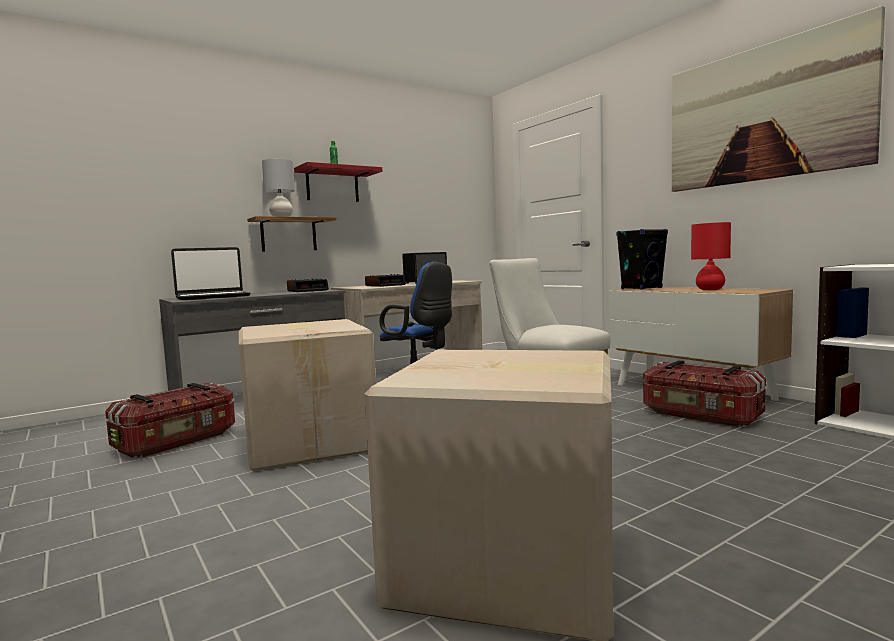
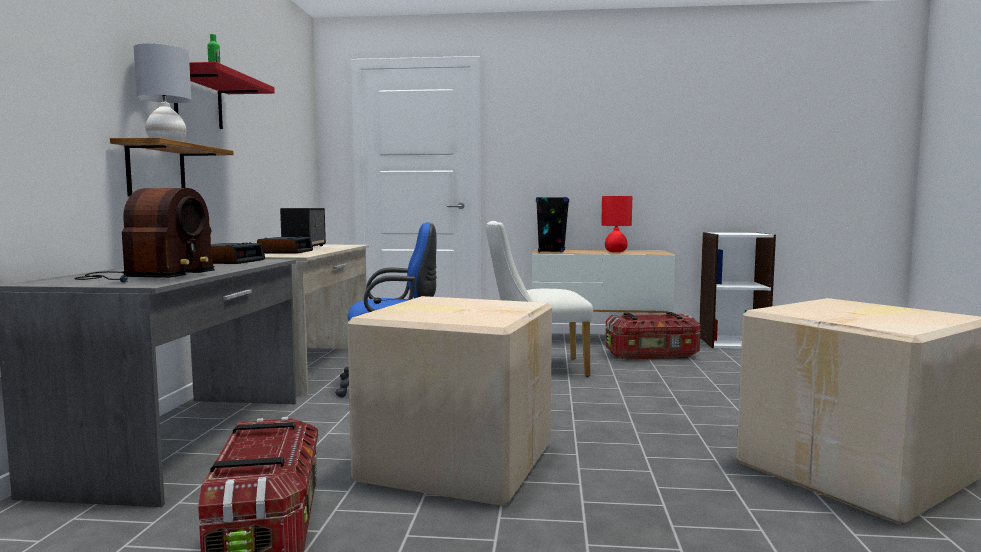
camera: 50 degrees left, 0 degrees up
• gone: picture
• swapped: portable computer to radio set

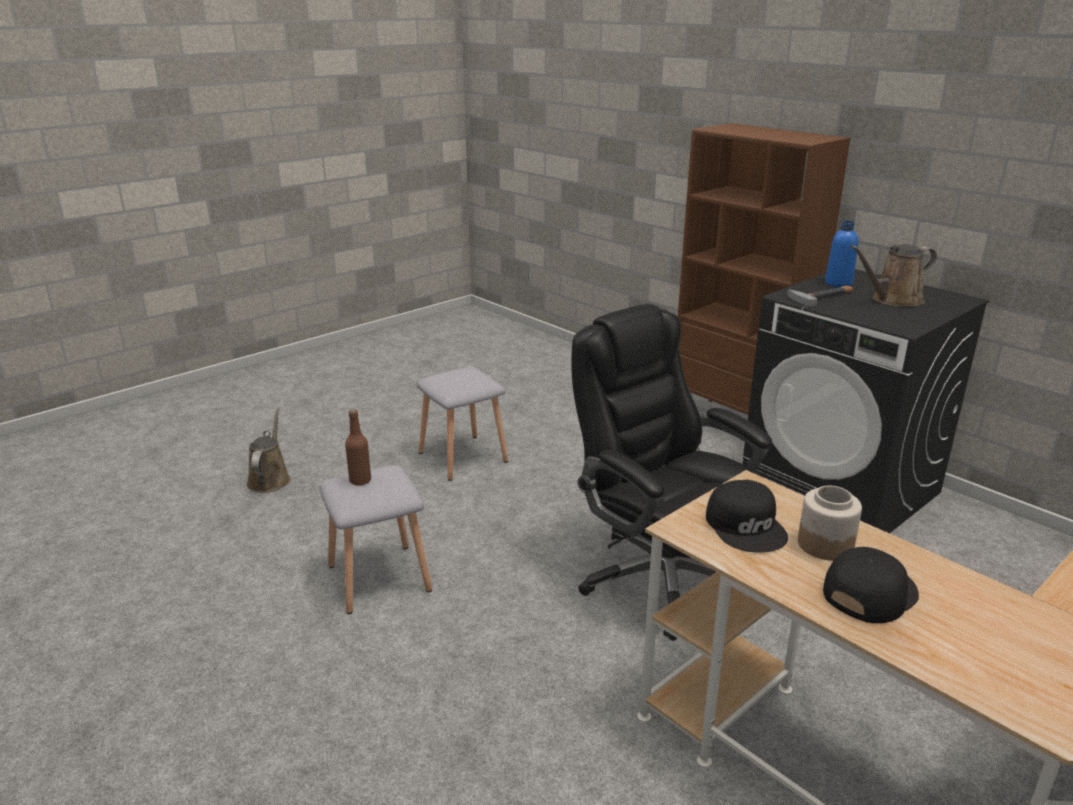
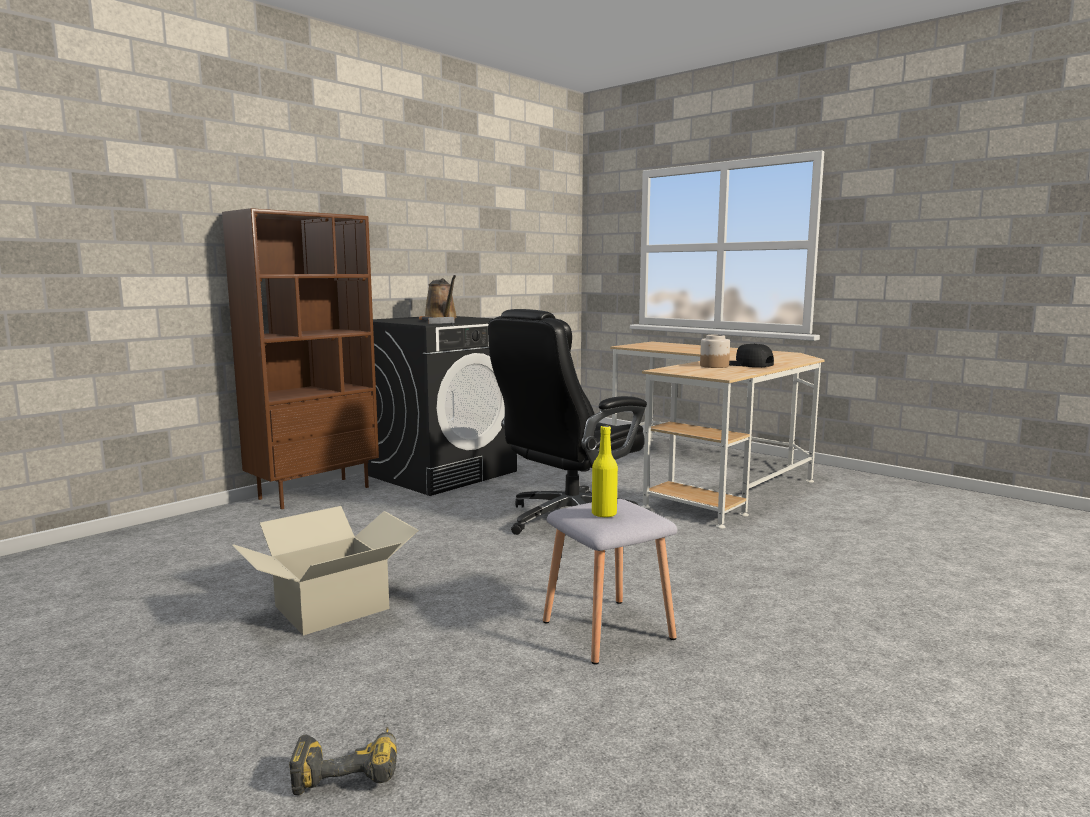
camera: 95 degrees left, 15 degrees down
• gone: blackish peaked cap (no. 1 from left)
• gone: blue-coloured drink bottle
• swapped: brown-coloured sprinkling can (no. 1 from left) to drill
• swapped: greyish stool seat (no. 2 from left) to packing box
• repainted: brown-coloured drink bottle to yellow drink bottle

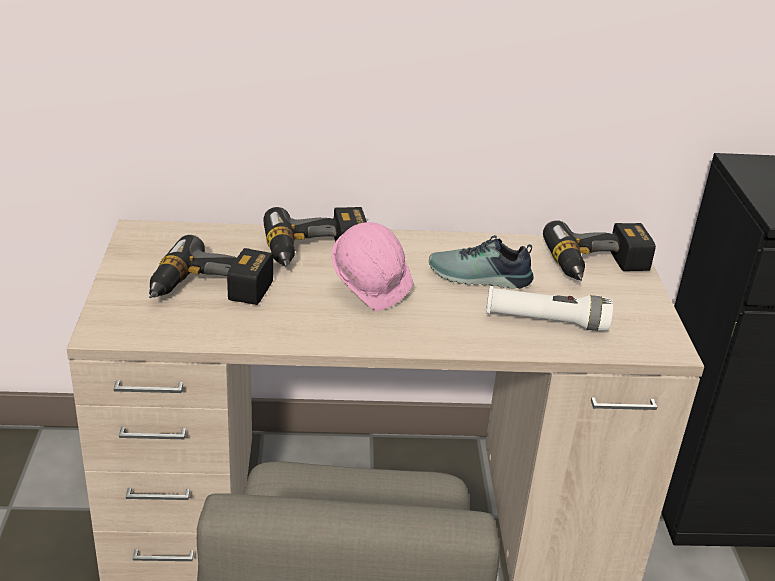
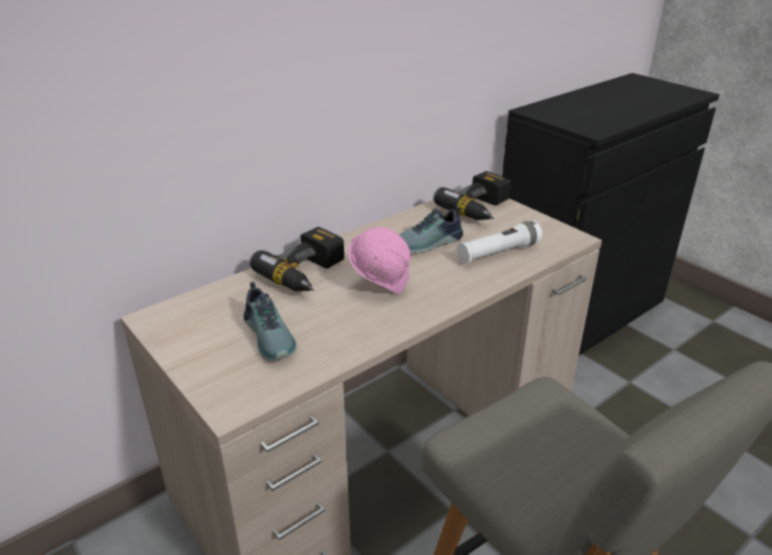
camera: 35 degrees left, 0 degrees up
• swapped: drill (no. 1 from left) to low shoe (no. 1 from left)

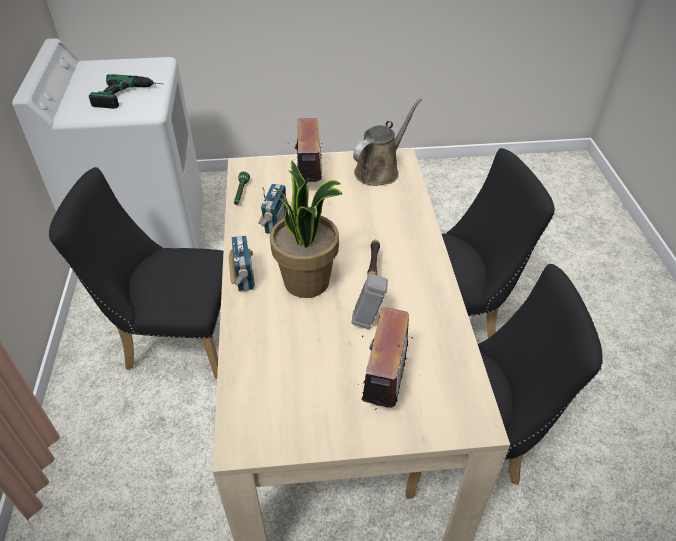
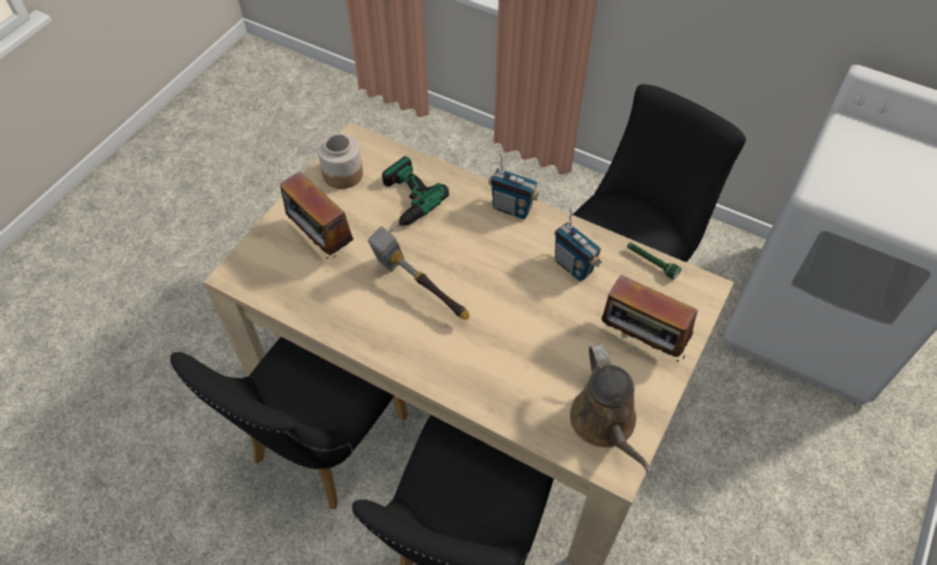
camera: 125 degrees right, 10 degrees up
• gone: plant in a pot
• new: storage jar
• shifted: drill

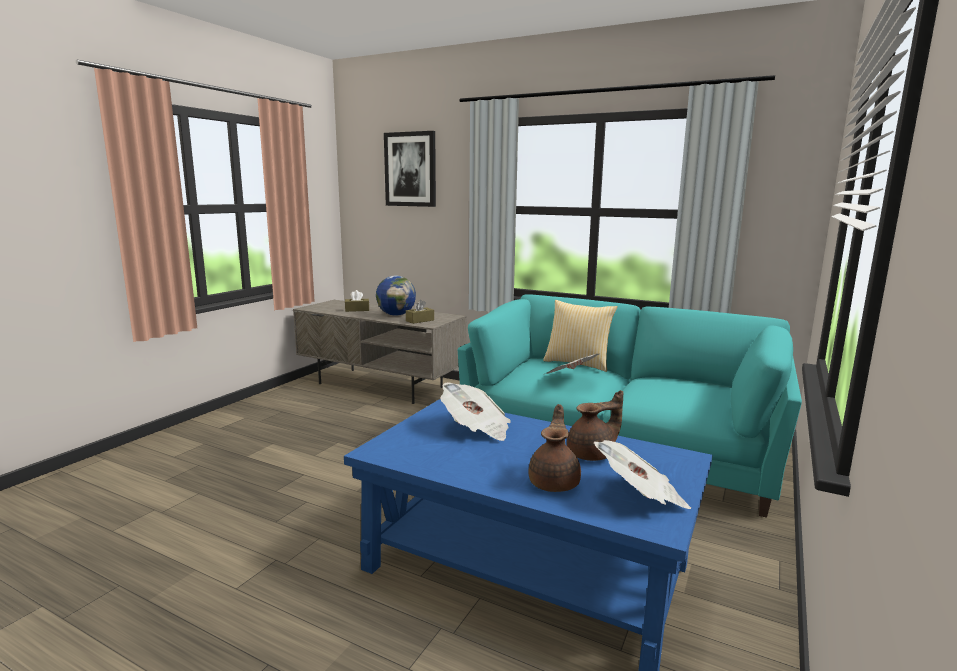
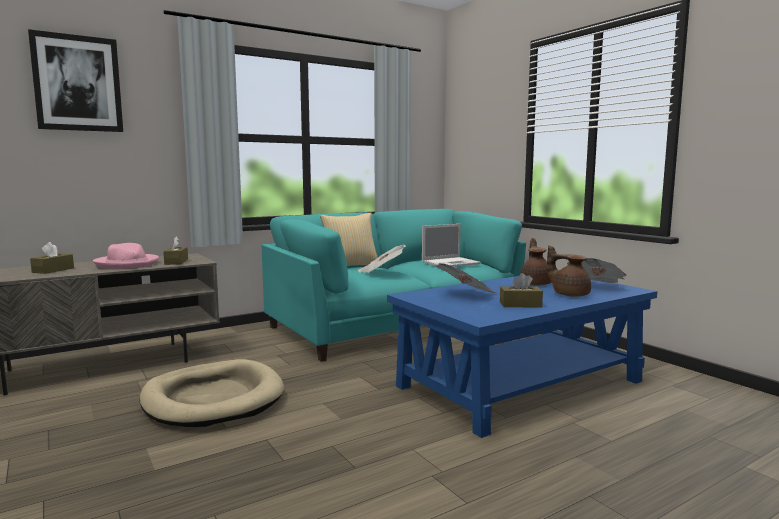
camera: 60 degrees left, 5 degrees down
• new: beige-coloured pet bed
• new: portable computer
• new: brown-coloured tissue box (no. 3 from left)
• swapped: desk globe to pink-coloured clothing hat

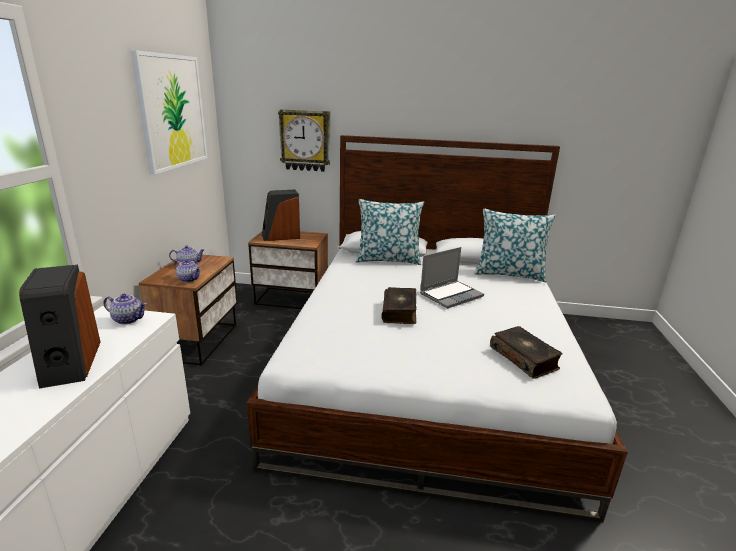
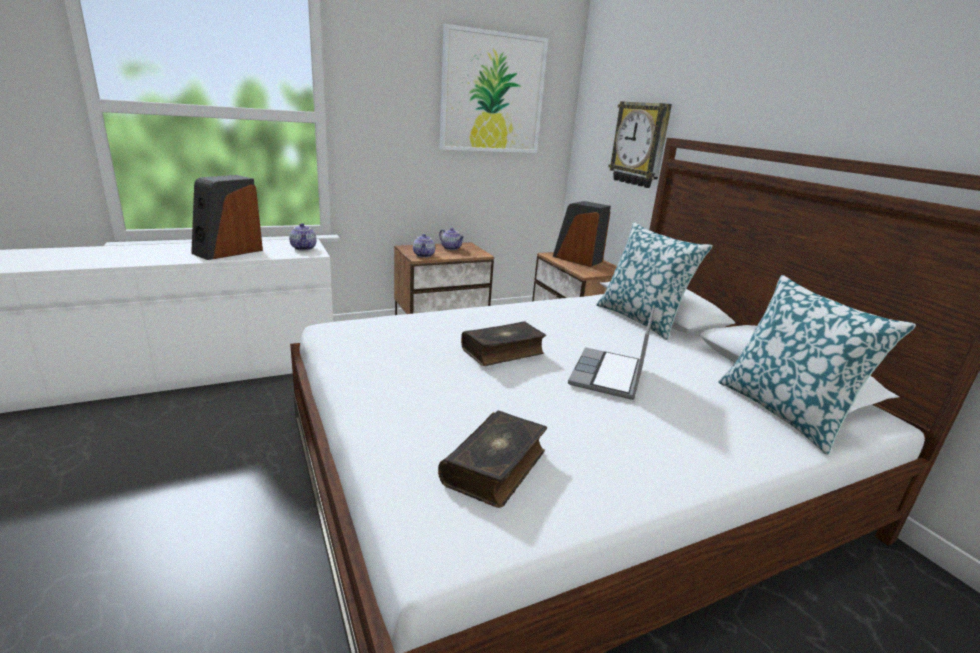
camera: 55 degrees right, 0 degrees up
• rotated: portable computer 90 degrees clockwise

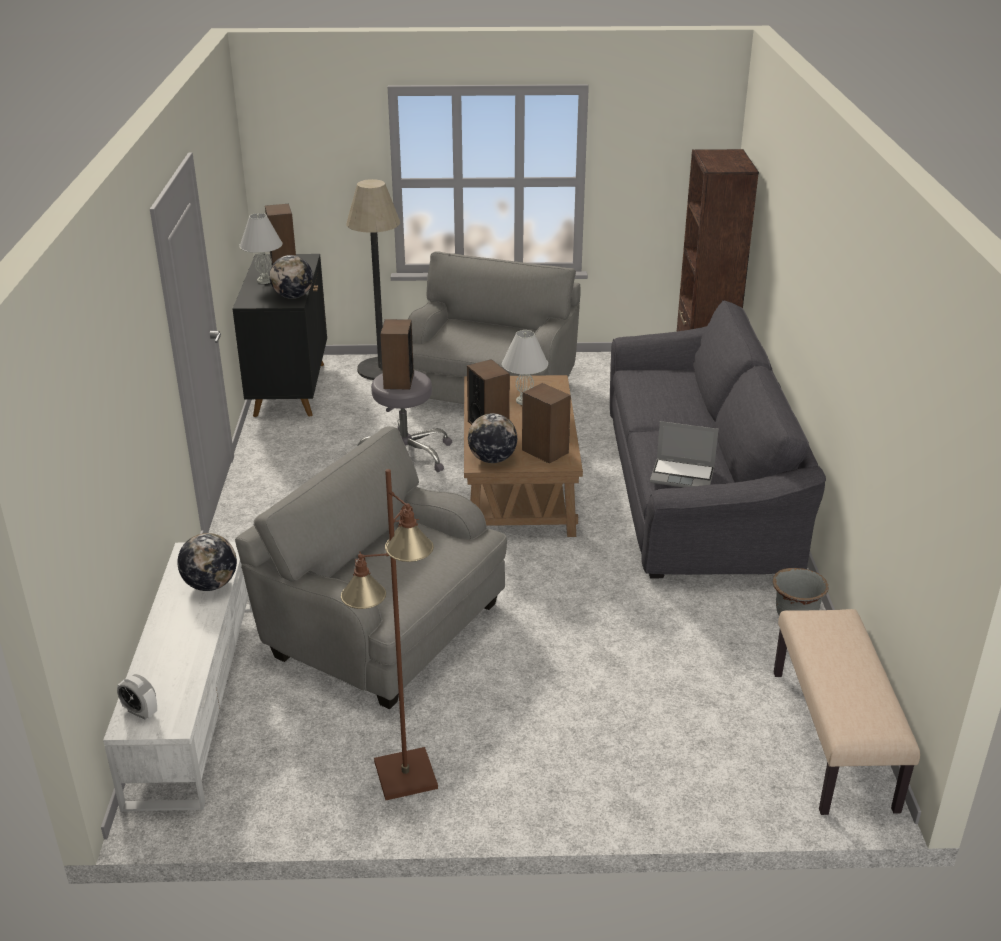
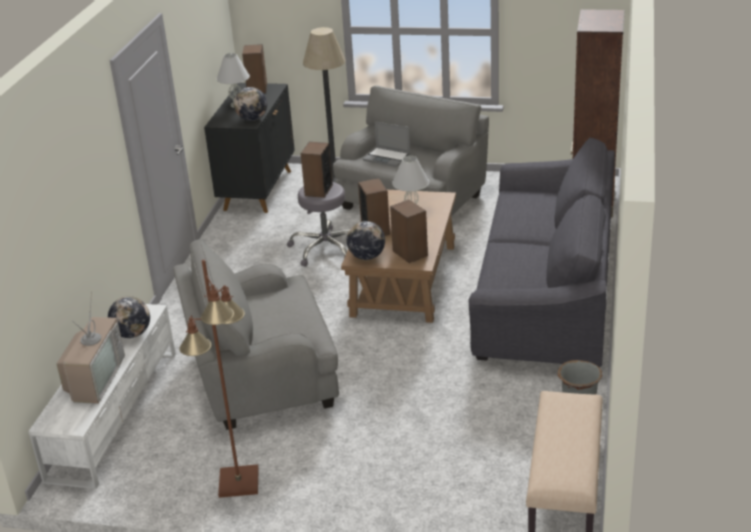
camera: 15 degrees right, 0 degrees up
• gone: alarm clock
• new: TV
• shifted: portable computer
• rotated: greyish lounge chair (no. 1 from left) 60 degrees counterclockwise

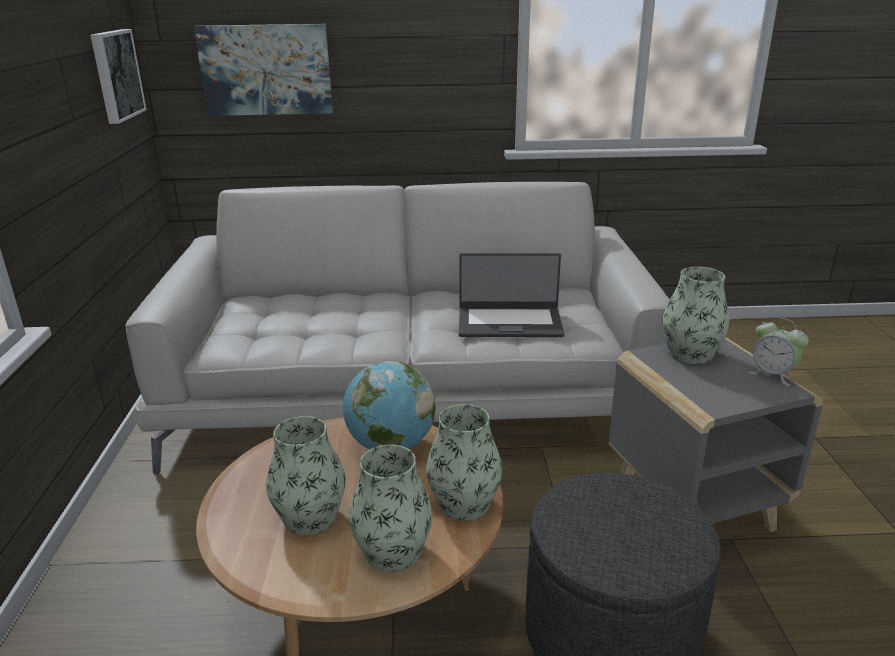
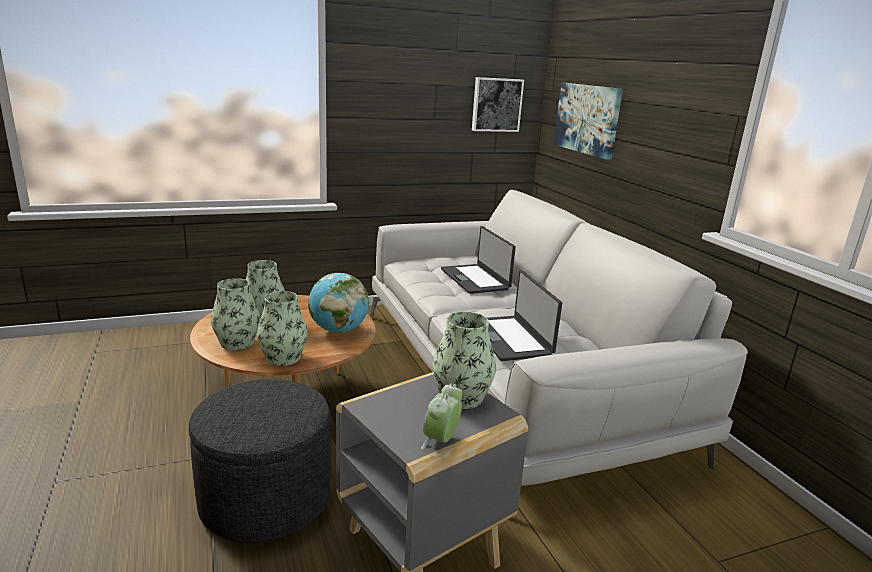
camera: 70 degrees right, 5 degrees down
• new: portable computer (no. 1 from left)

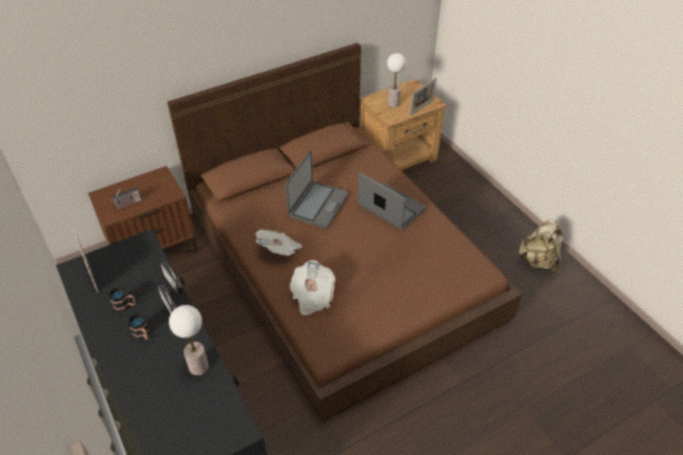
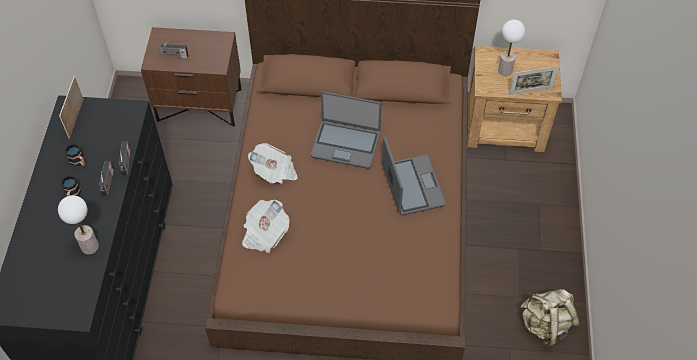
camera: 35 degrees right, 10 degrees up
• rotated: portable computer (no. 1 from left) 45 degrees clockwise

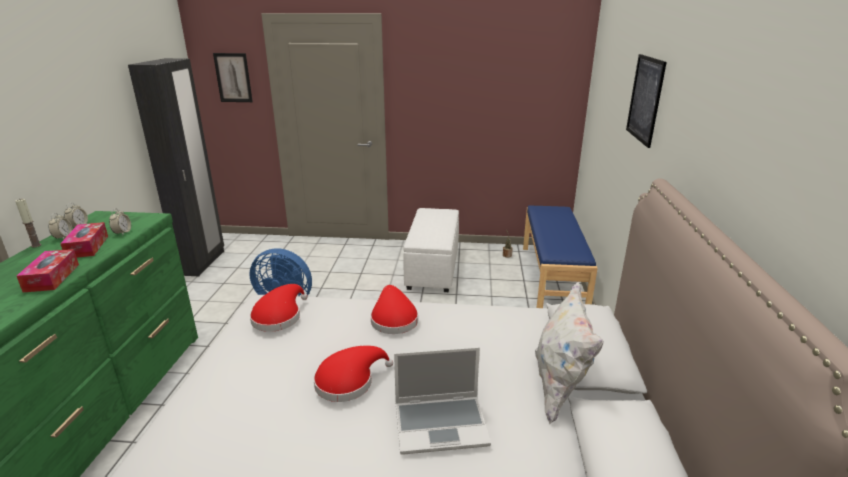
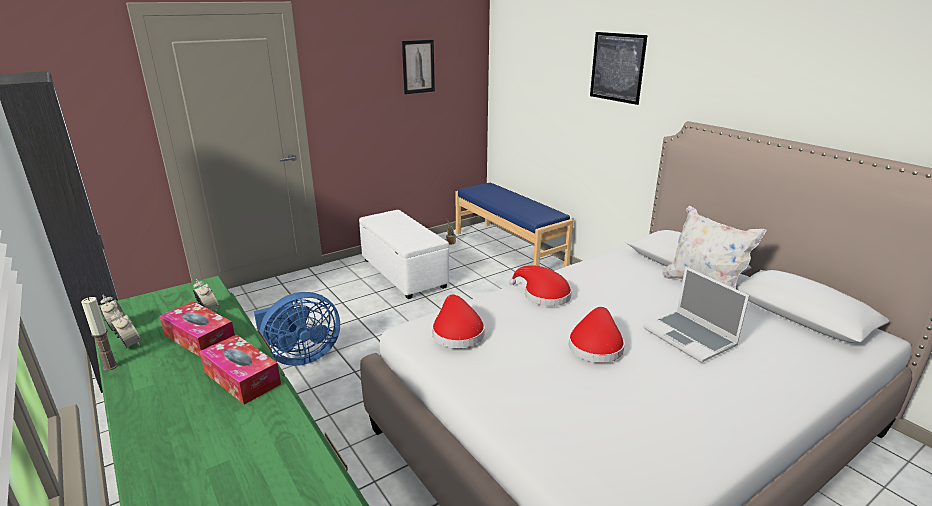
camera: 40 degrees left, 0 degrees up
• shifted: picture (no. 1 from left)
• rotated: portable computer 105 degrees clockwise

